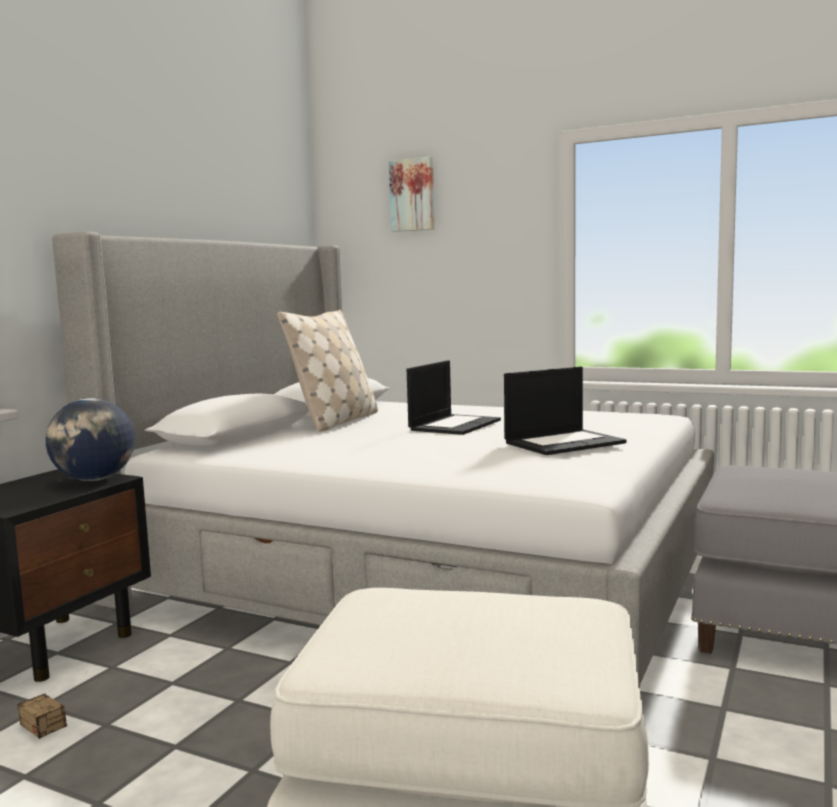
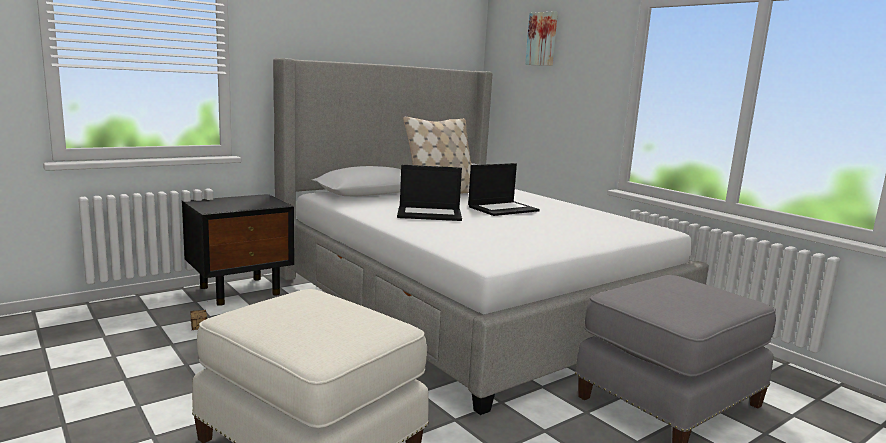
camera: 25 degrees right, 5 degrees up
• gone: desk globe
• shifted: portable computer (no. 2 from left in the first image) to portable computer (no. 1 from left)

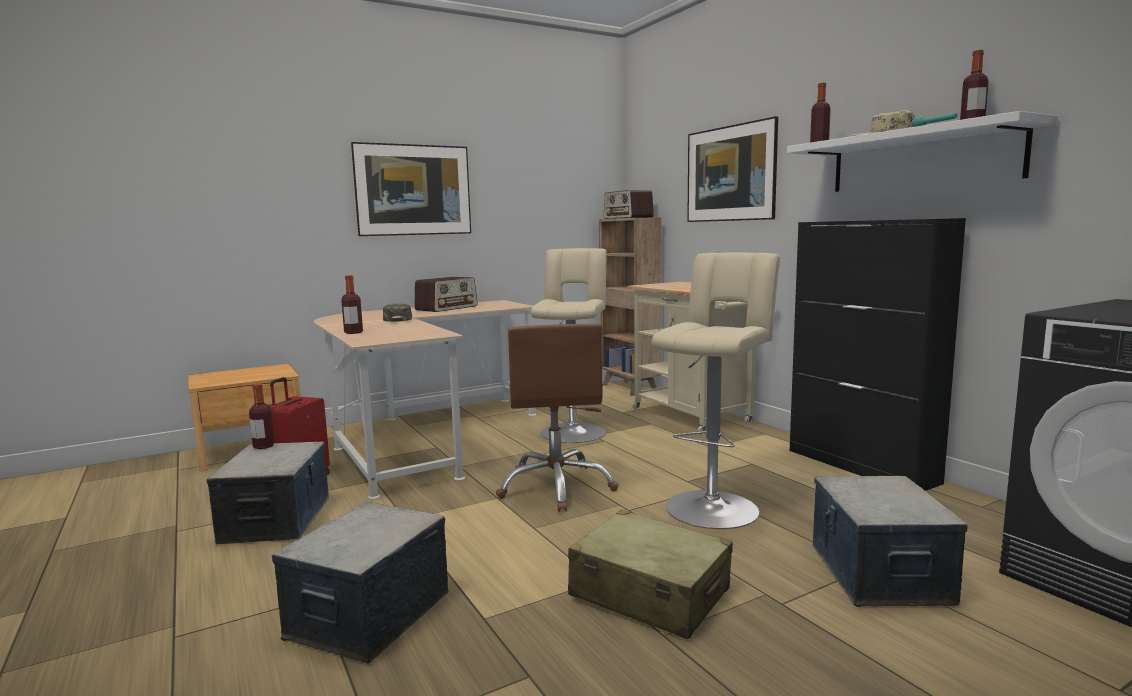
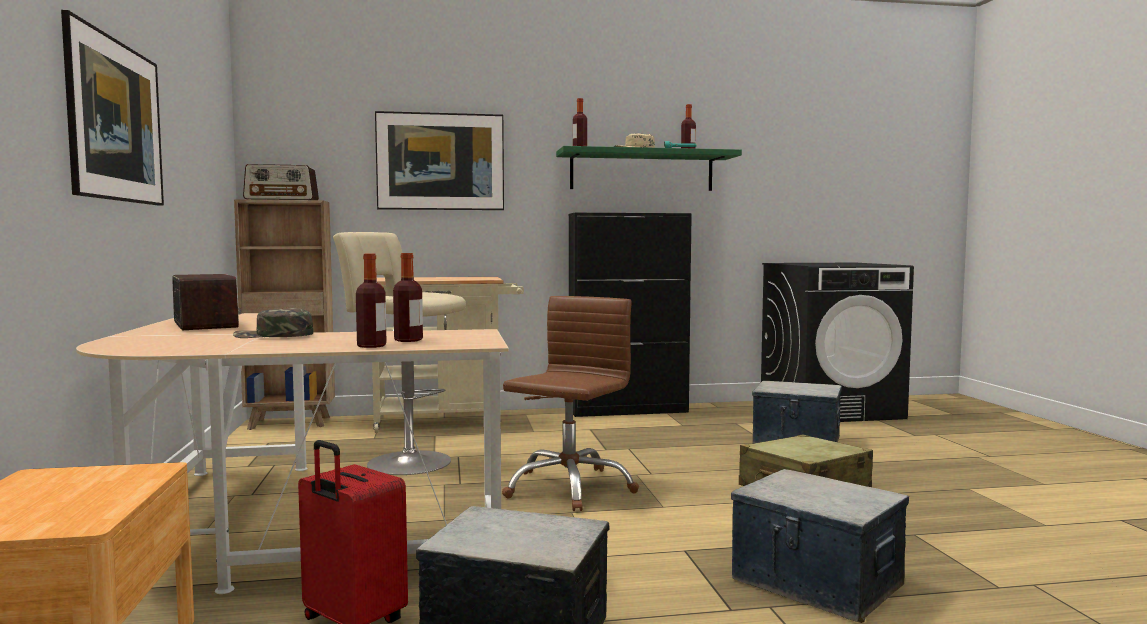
camera: 70 degrees left, 5 degrees down
• gone: beige-coloured stool seat (no. 2 from left)
• shifted: drink bottle (no. 1 from left in the first image) to drink bottle (no. 2 from left)
• repainted: whitish bracket shelf to green bracket shelf
• rotated: brown-coloured desk chair 75 degrees counterclockwise

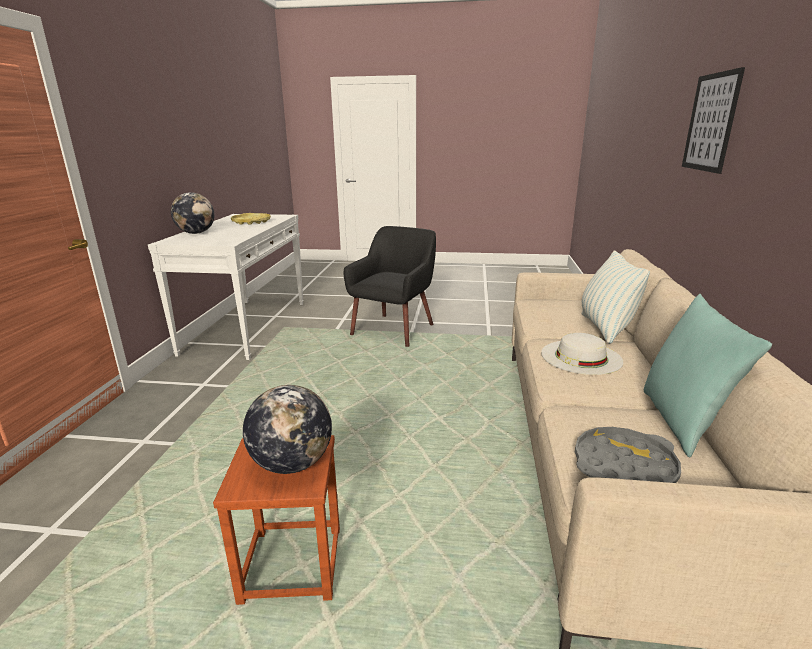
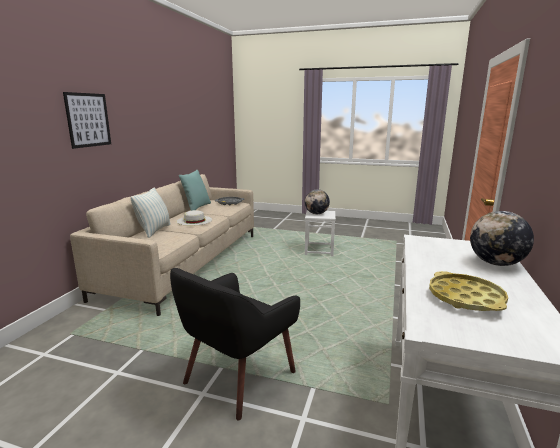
camera: 170 degrees left, 5 degrees down
• repainted: brown-coloured stool seat to whitish stool seat

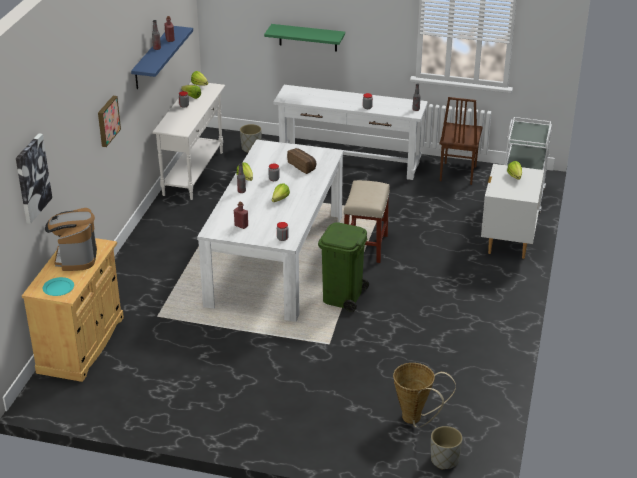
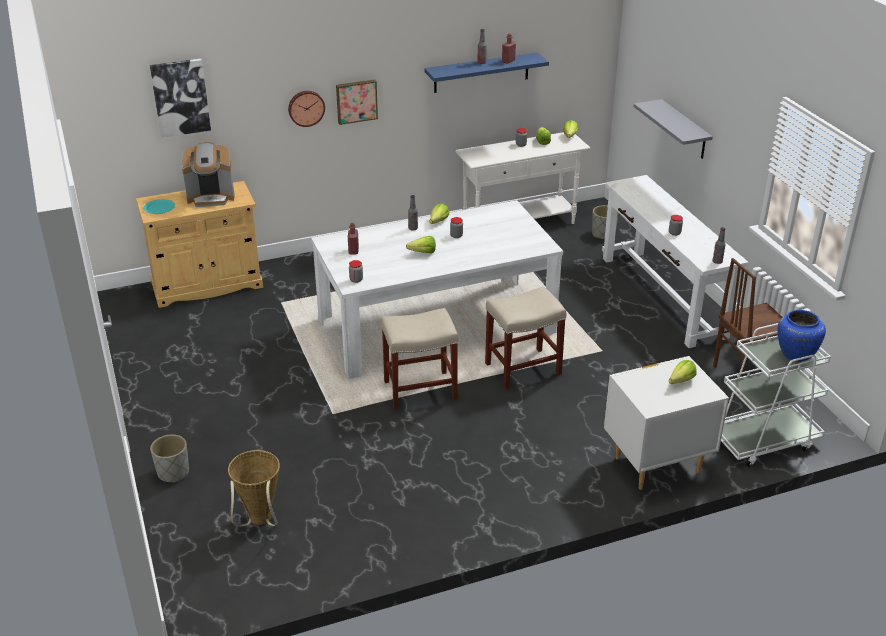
camera: 55 degrees right, 0 degrees up
• gone: baked bread
• new: hanging clock
• new: blue-coloured flower vase
• shifted: greyish planter (no. 2 from left in the first image) to greyish planter (no. 1 from left)
• swapped: green waste bin to beige-coloured stool seat (no. 1 from left)
• repainted: green bracket shelf to greyish bracket shelf
• rotated: coffee machine 150 degrees counterclockwise

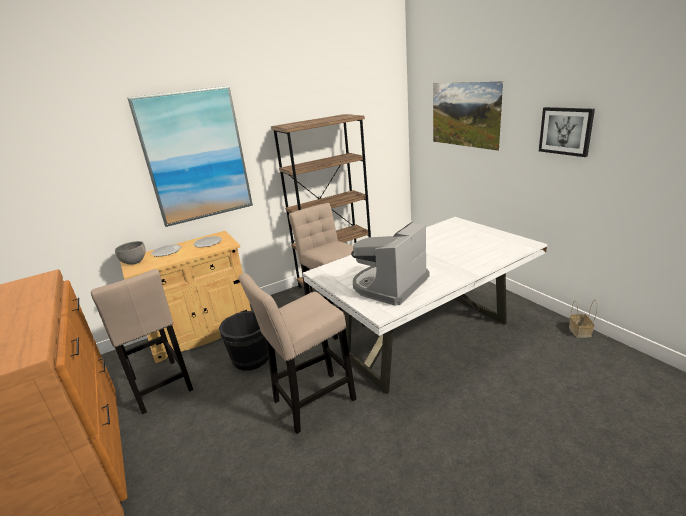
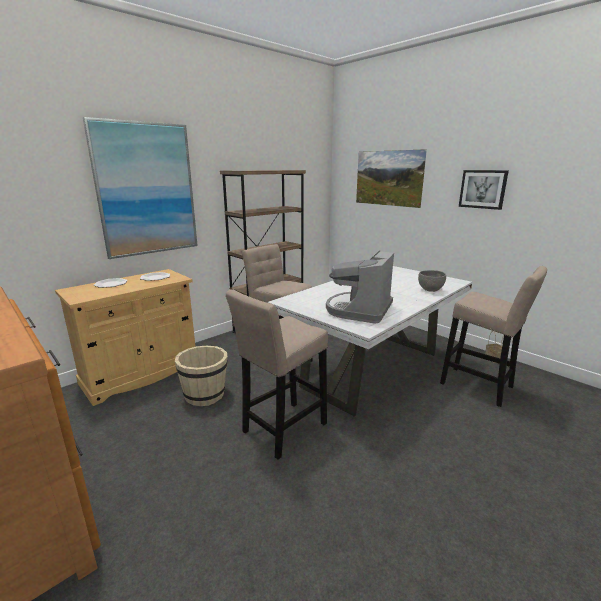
camera: 15 degrees left, 5 degrees down
• shifted: beige-coloured stool seat (no. 1 from left in the first image) to beige-coloured stool seat (no. 3 from left)
• shifted: greyish serving bowl
• repainted: blackish water bucket to beige-coloured water bucket

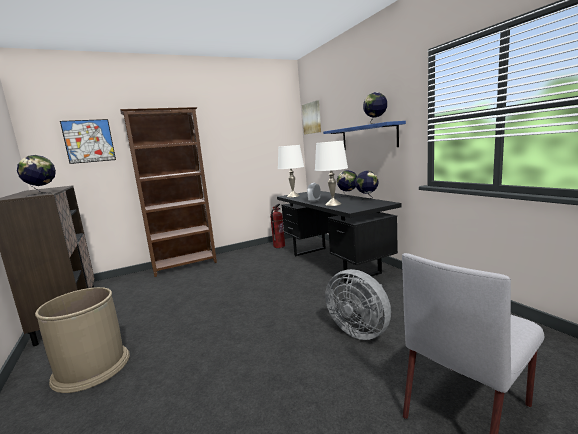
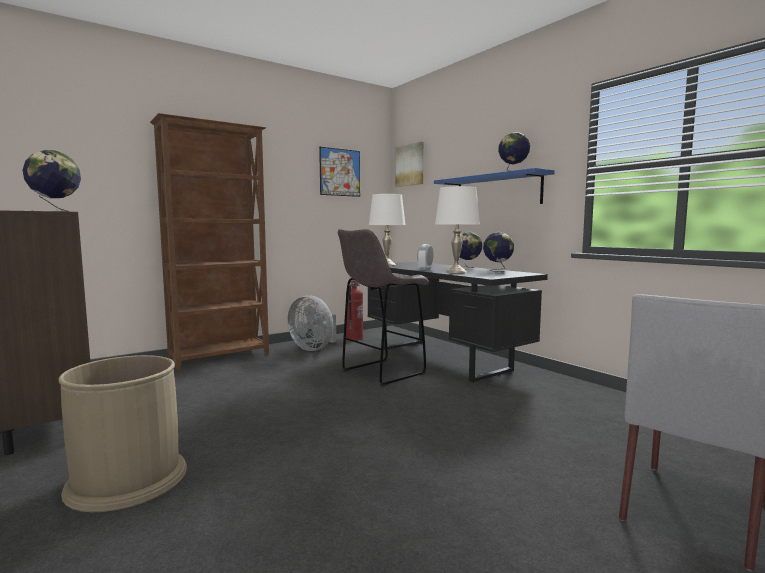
camera: 10 degrees left, 5 degrees down
• new: greyish stool seat
• shifted: picture (no. 1 from left)
• shifted: greyish fan

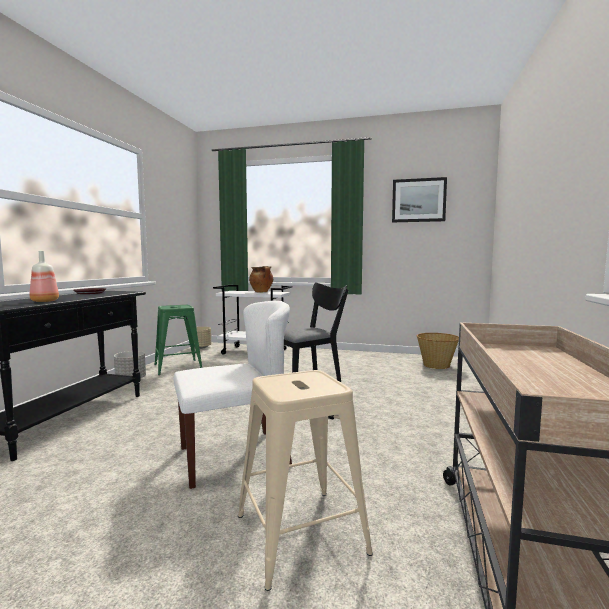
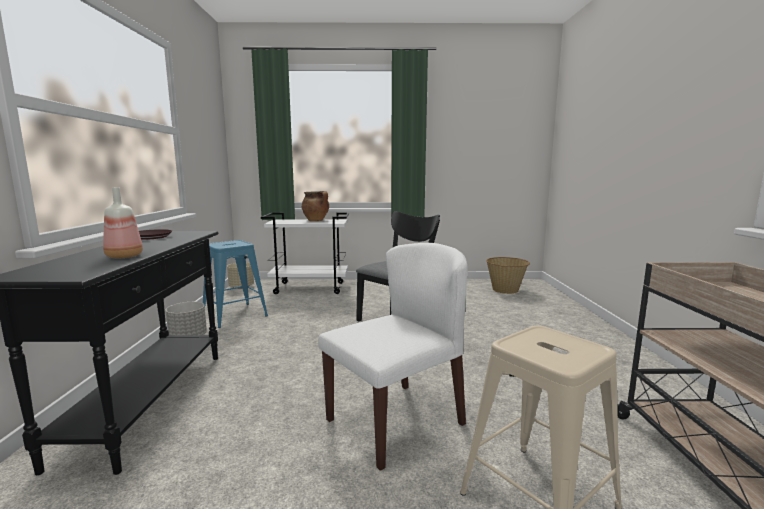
camera: 15 degrees left, 5 degrees up
• gone: picture
• repainted: green stool seat to blue-coloured stool seat

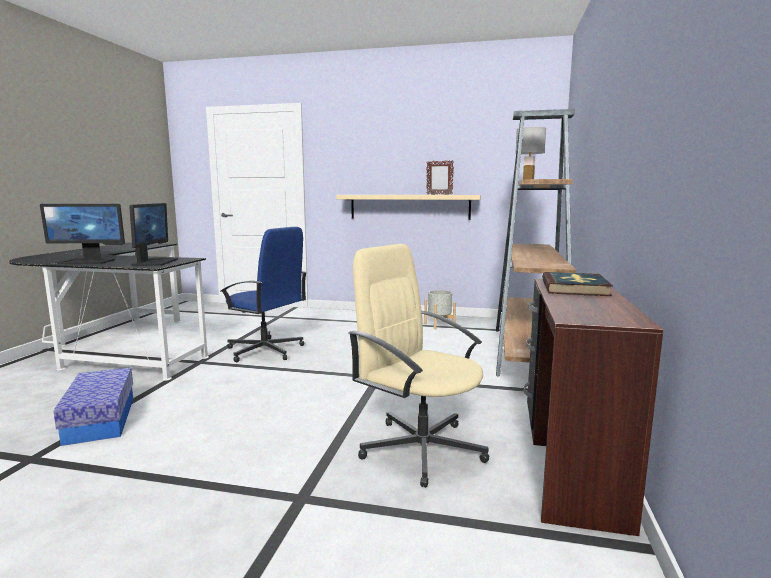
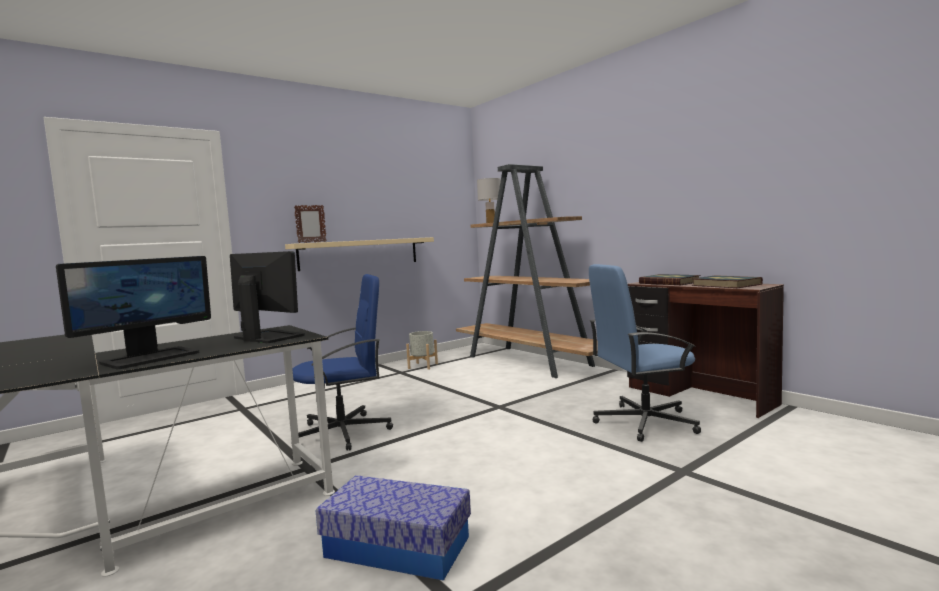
camera: 50 degrees left, 5 degrees down
• new: bound book (no. 2 from left)
• shifted: photo frame
• repainted: beige-coloured desk chair to blue-coloured desk chair (no. 2 from left)

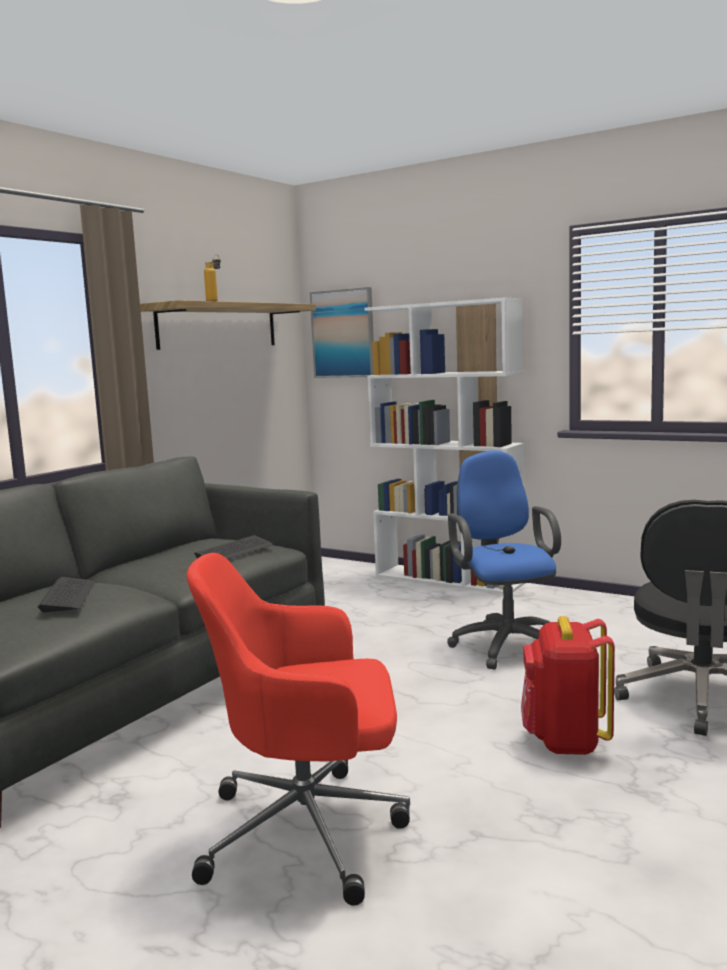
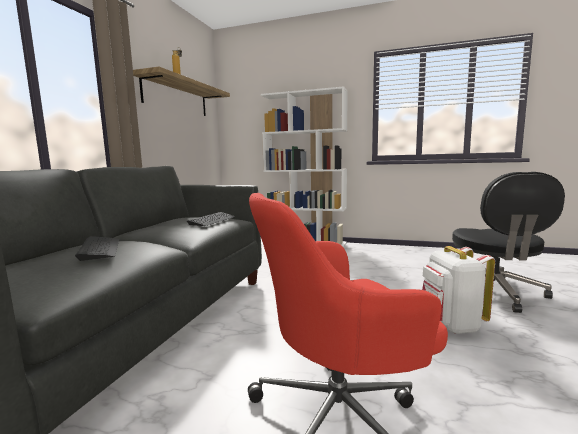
camera: 15 degrees left, 0 degrees up
• gone: picture
• gone: blue-coloured desk chair
• repainted: reddish backpack to whitish backpack

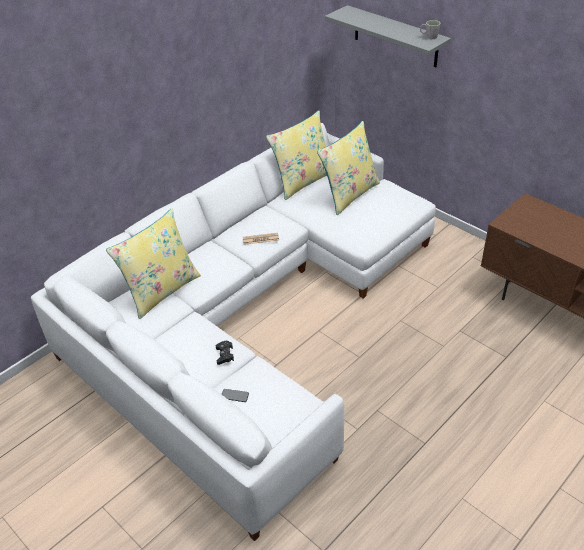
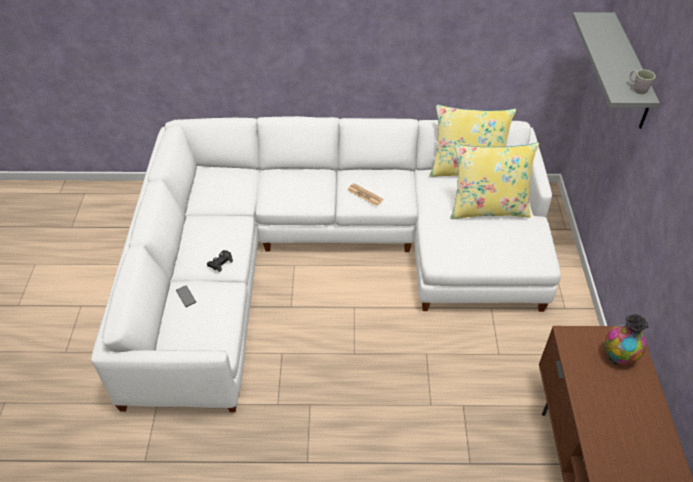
camera: 45 degrees right, 5 degrees up
• gone: yellow throw pillow (no. 1 from left)
• new: flower vase

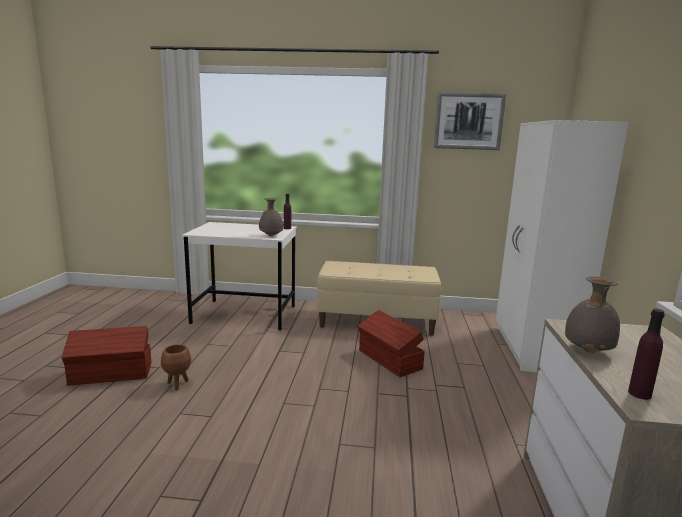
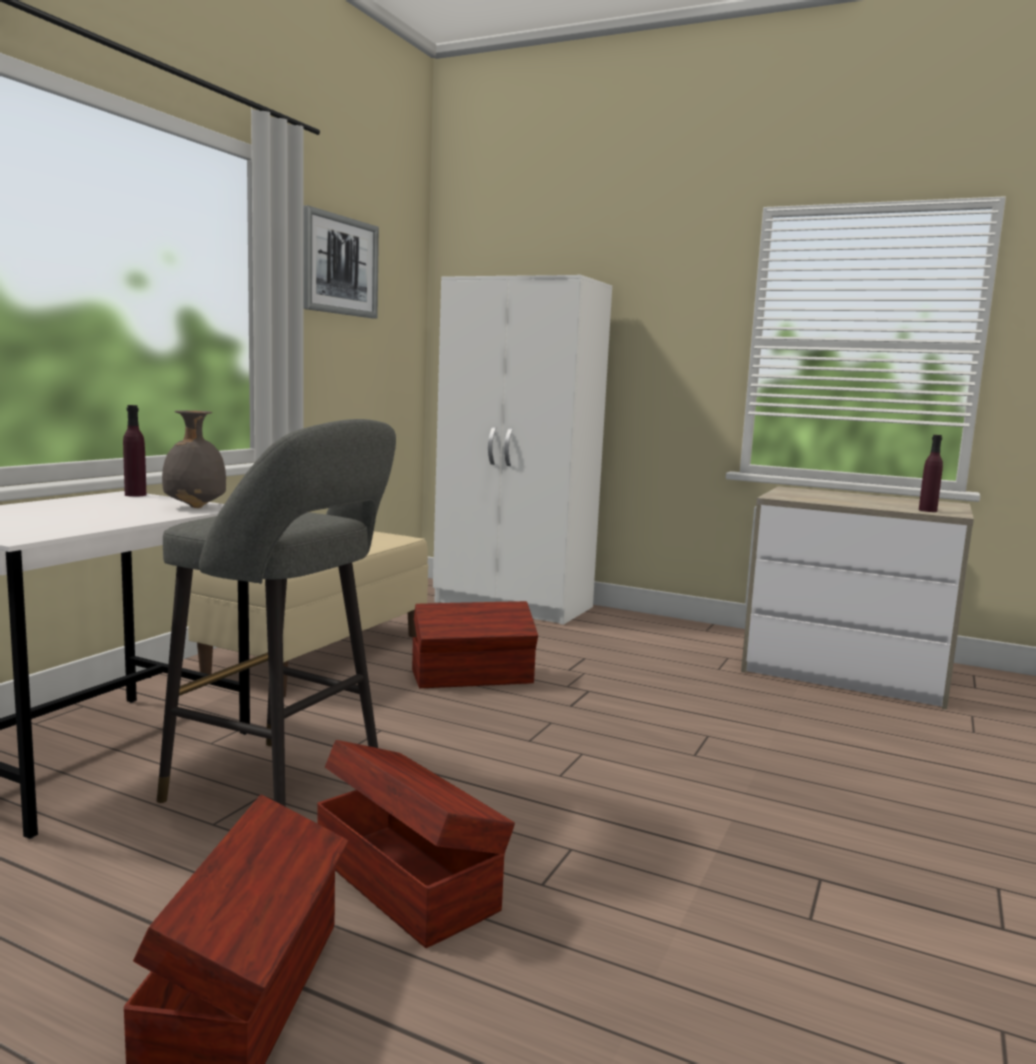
camera: 70 degrees left, 5 degrees down
• gone: greyish flower vase (no. 2 from left)
• new: greyish stool seat
• swapped: brown-coloured planter to brown-coloured storage bin (no. 2 from left)

